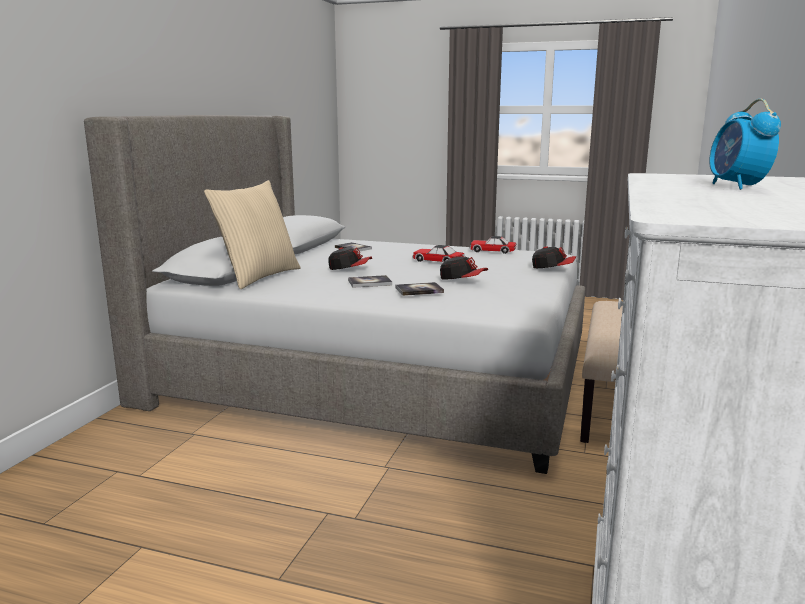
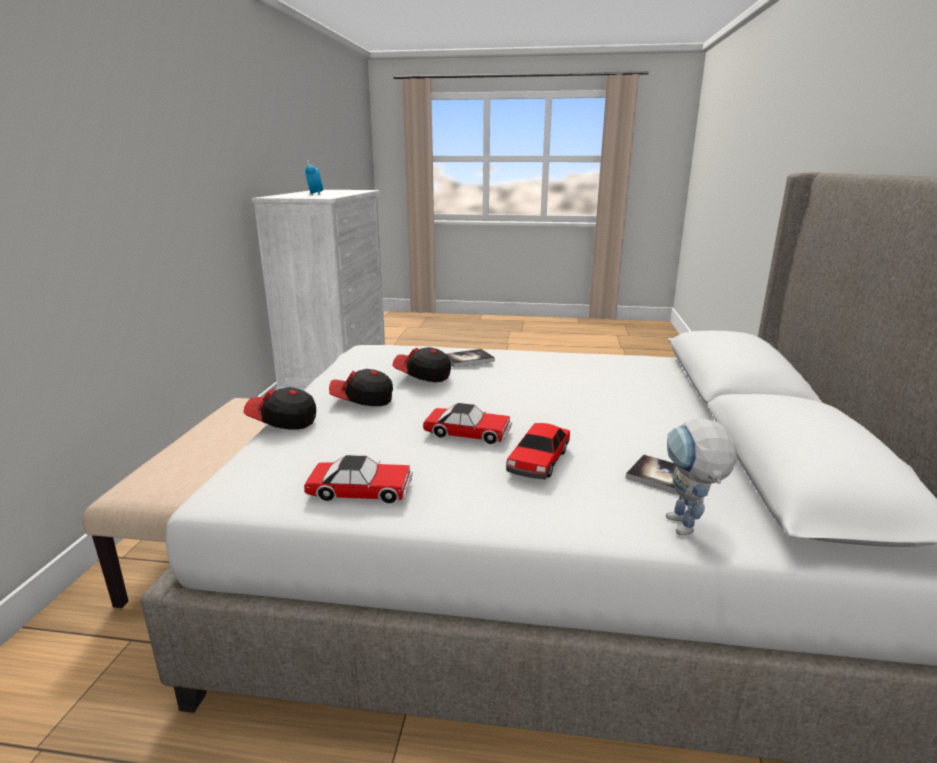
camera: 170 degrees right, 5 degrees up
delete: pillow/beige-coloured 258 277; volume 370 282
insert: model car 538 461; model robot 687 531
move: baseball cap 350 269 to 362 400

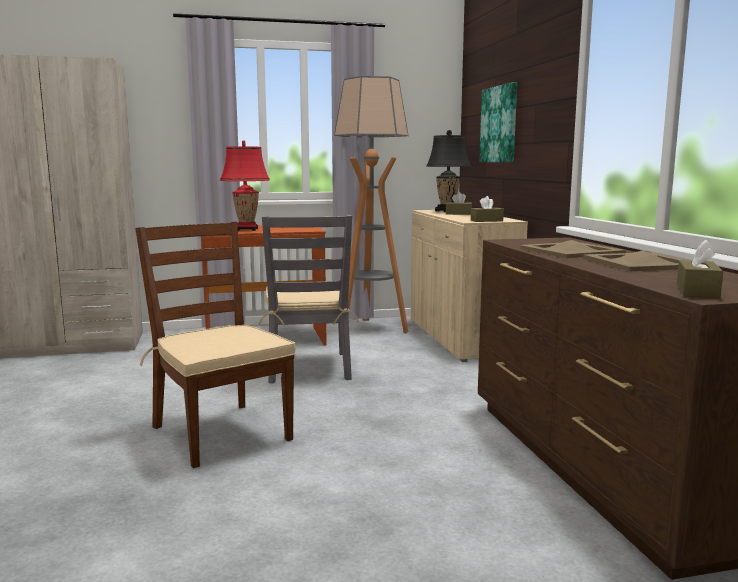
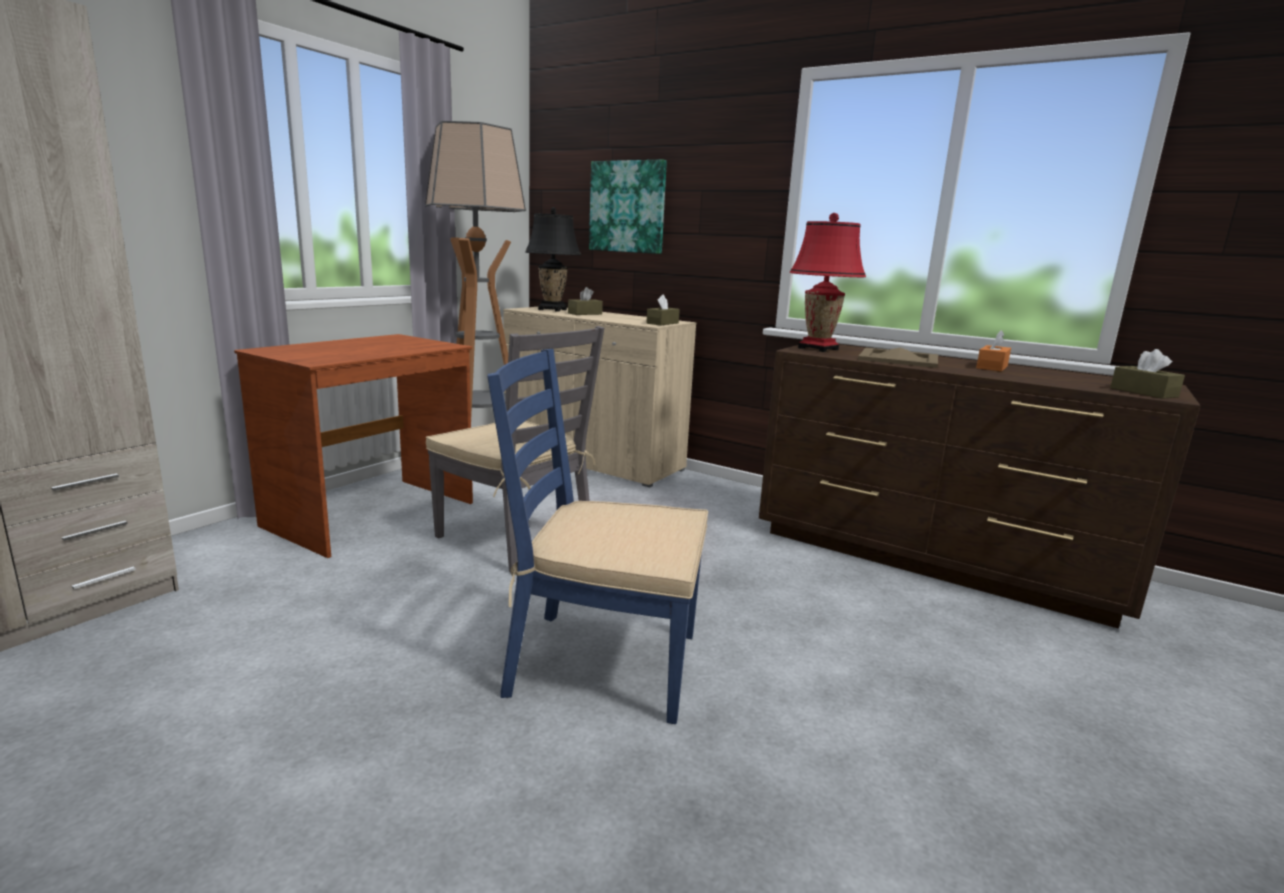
camera: 45 degrees left, 5 degrees up
move: lamp for a table/reddish 246 229 to 817 349
replace: serving tray/beige-coloured 641 263 to tissue box/orange-coloured 992 367
recolor: plain chair/brown 220 432 to plain chair/bluish 601 663

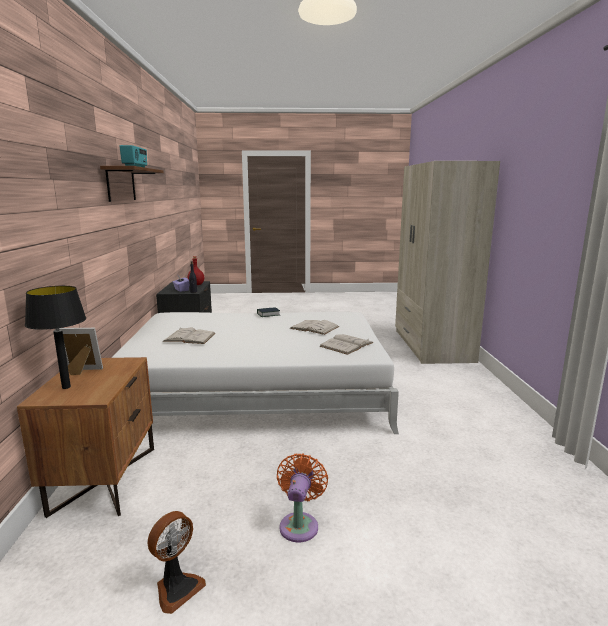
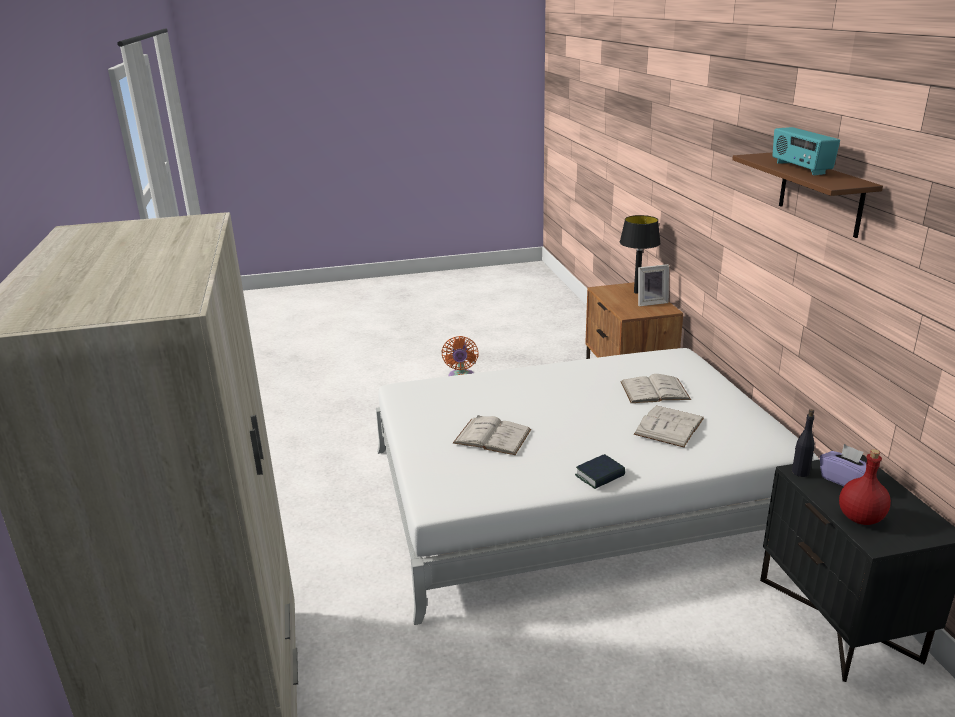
camera: 170 degrees right, 10 degrees up
delete: fan 177 588
move: volume/white-coloured 346 344 to 669 426

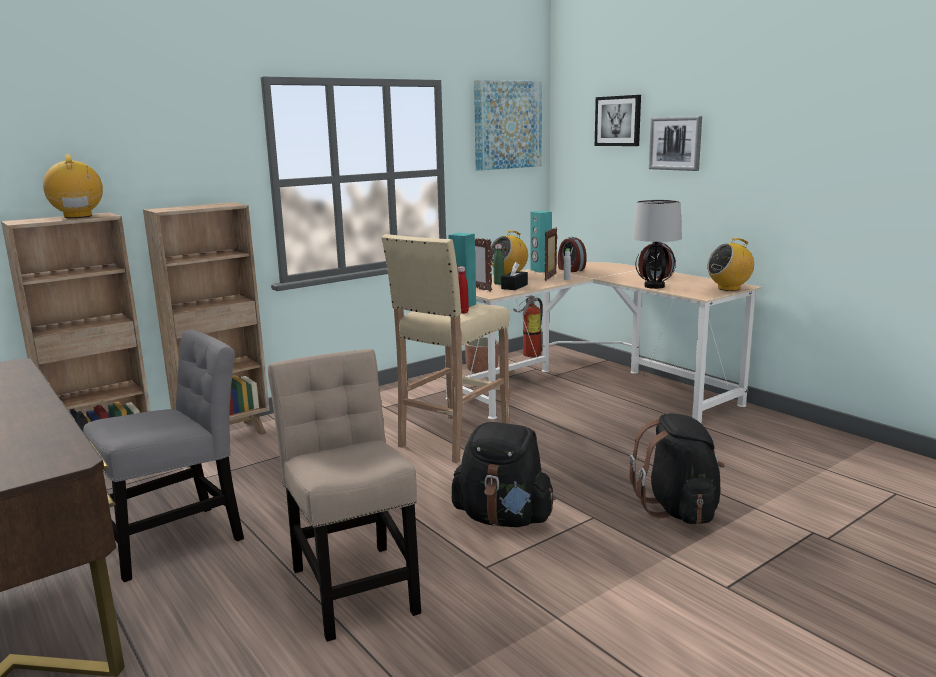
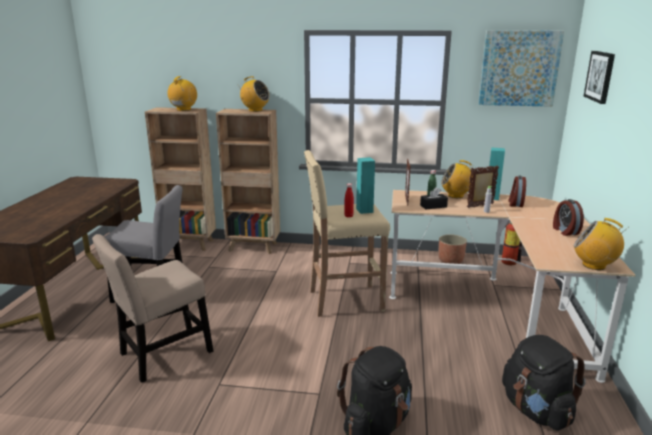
camera: 45 degrees right, 5 degrees up
delete: lamp for a table 655 286; wall art 675 143
insert: radio 255 110
move: rucksack/black-coloured 503 519 to 536 410
rotate: plain chair/beige-coloured 353 585 = 162 355 150 degrees counterclockwise

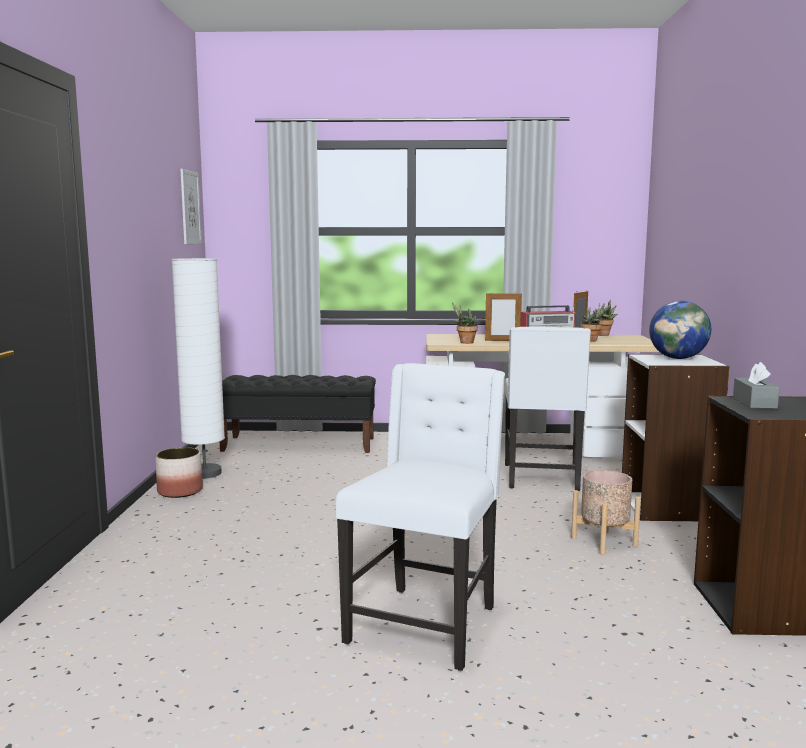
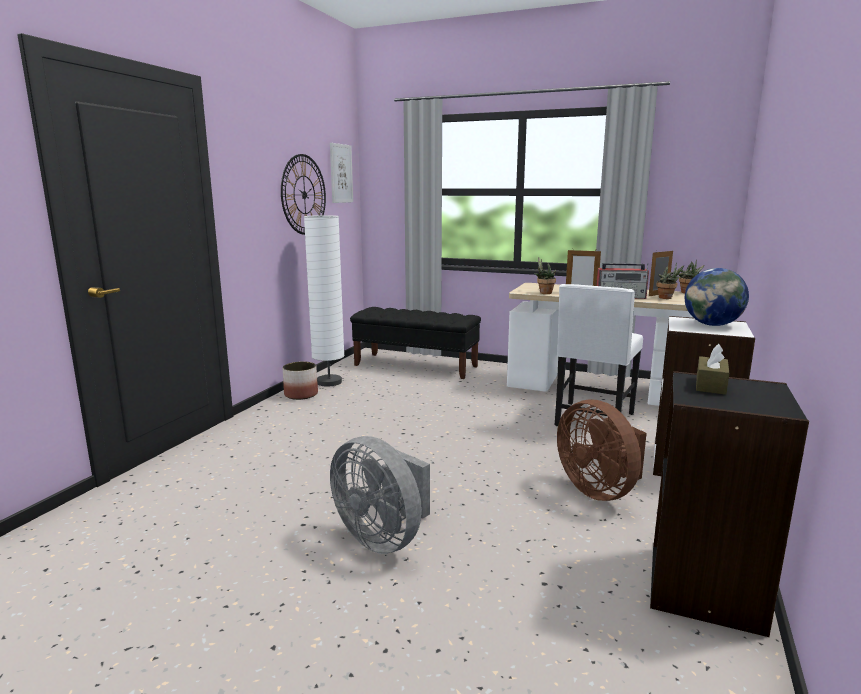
camera: 20 degrees right, 5 degrees up
insert: hanging clock 304 195
replace: plain chair/white-coloured 425 624 to fan/greyish 383 537; planter/beige-coloured 603 541 to fan/brown 599 490
recolor: tissue box/greyish 754 403 to tissue box/brown 710 385

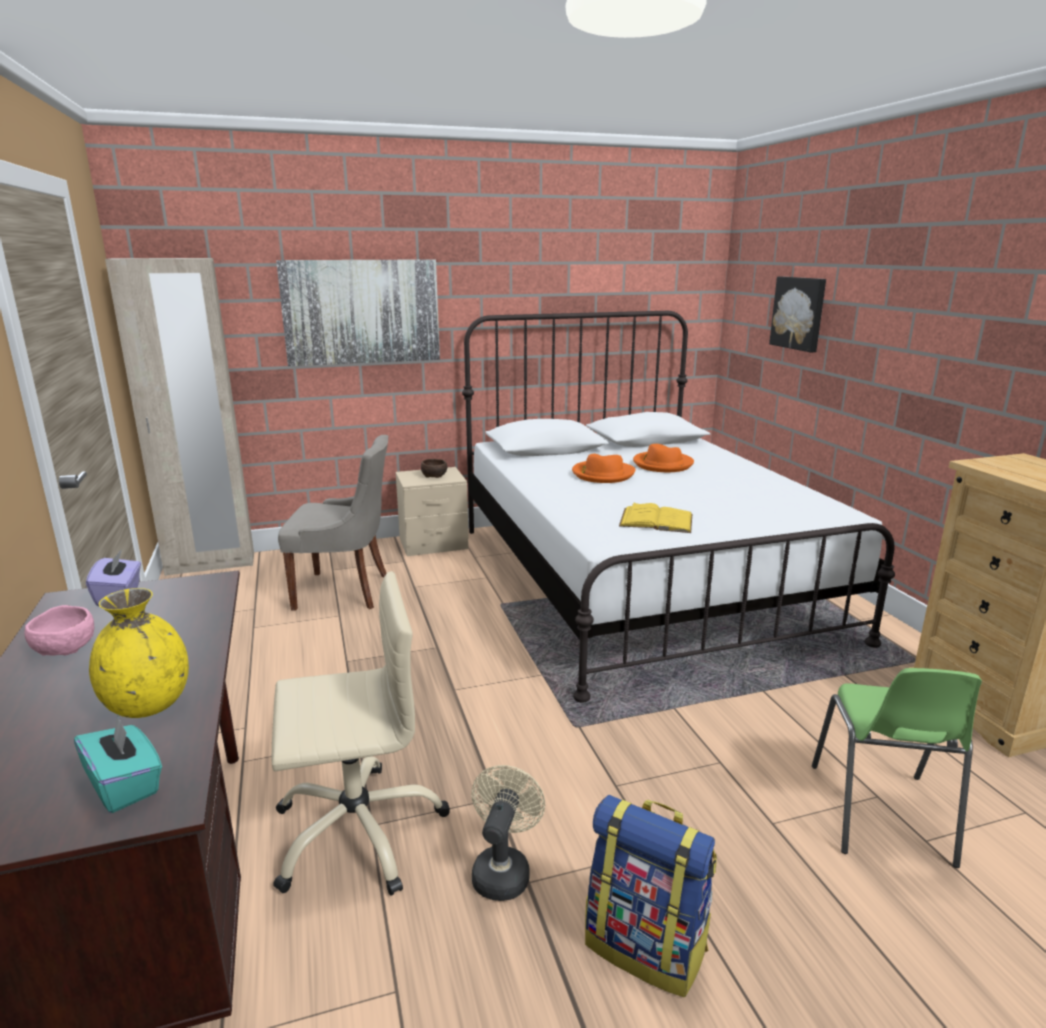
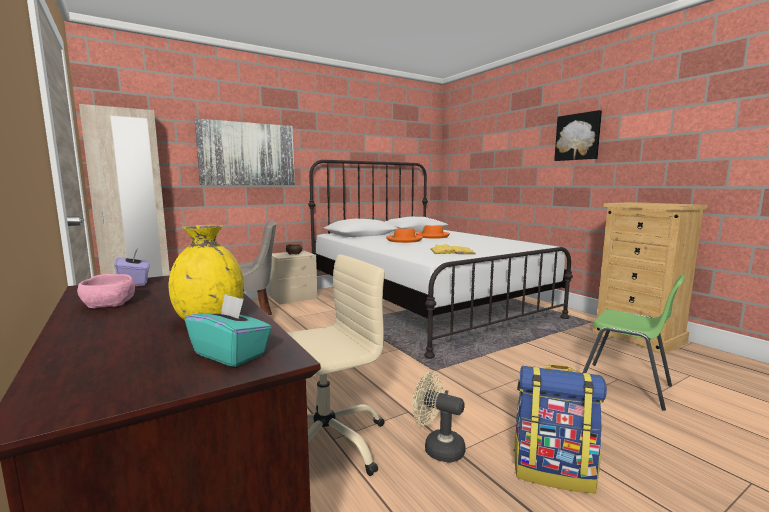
camera: 15 degrees left, 10 degrees down
move: wall art 799 313 to 578 137
rotate: fan/beige-coloured 503 869 = 437 447 60 degrees counterclockwise; plain chair/greenish 880 814 = 625 386 45 degrees counterclockwise

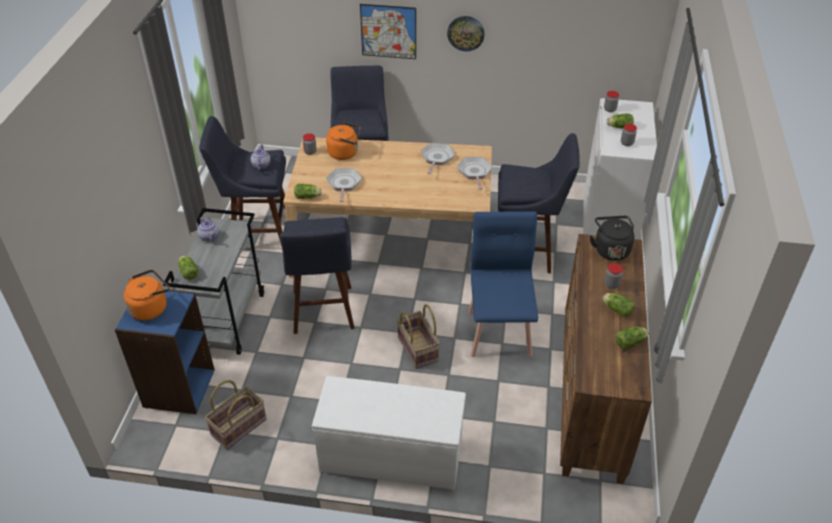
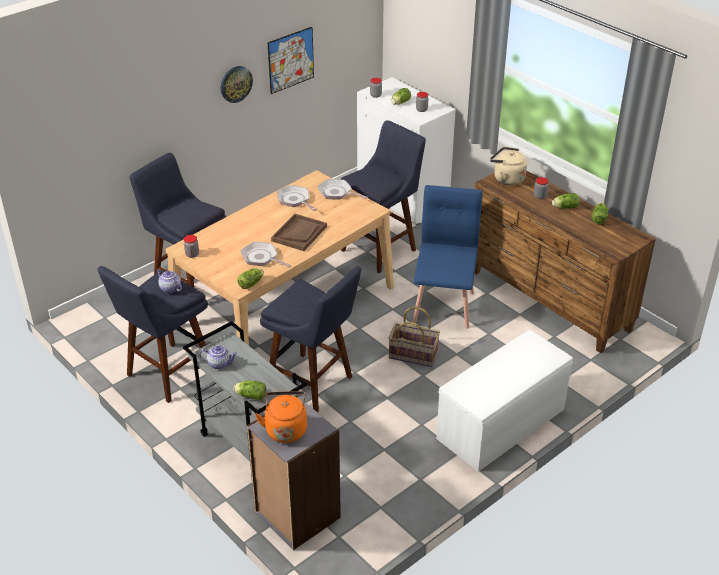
camera: 50 degrees left, 5 degrees down
delete: storage basket 238 426; kettle/orange-coloured 345 153
insert: serving tray/brown 299 233
move: wall art 388 31 to 290 60
recolor: bookshelf/bluish 178 388 to bookshelf/greyish 296 515; kettle/black-coloured 610 249 to kettle/beige-coloured 507 178
rotate: plain chair/bluish 499 332 = 444 306 60 degrees clockwise

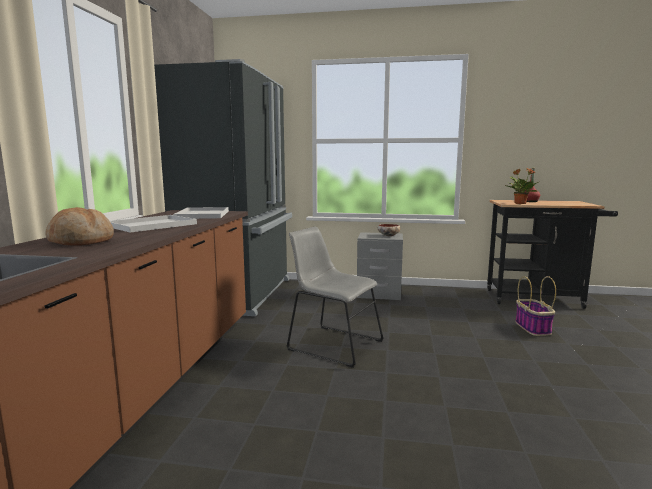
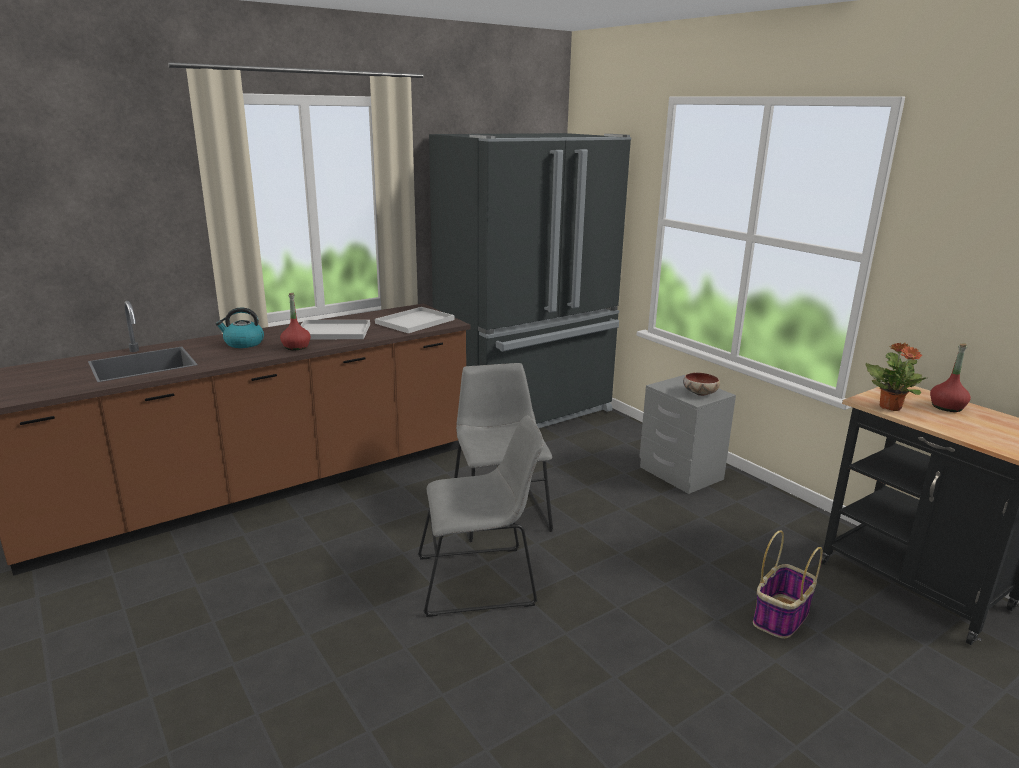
camera: 45 degrees right, 10 degrees up
insert: beverage bottle/reddish 296 347; plain chair/greyish 481 580
replace: baked bread 81 241 to kettle 243 343

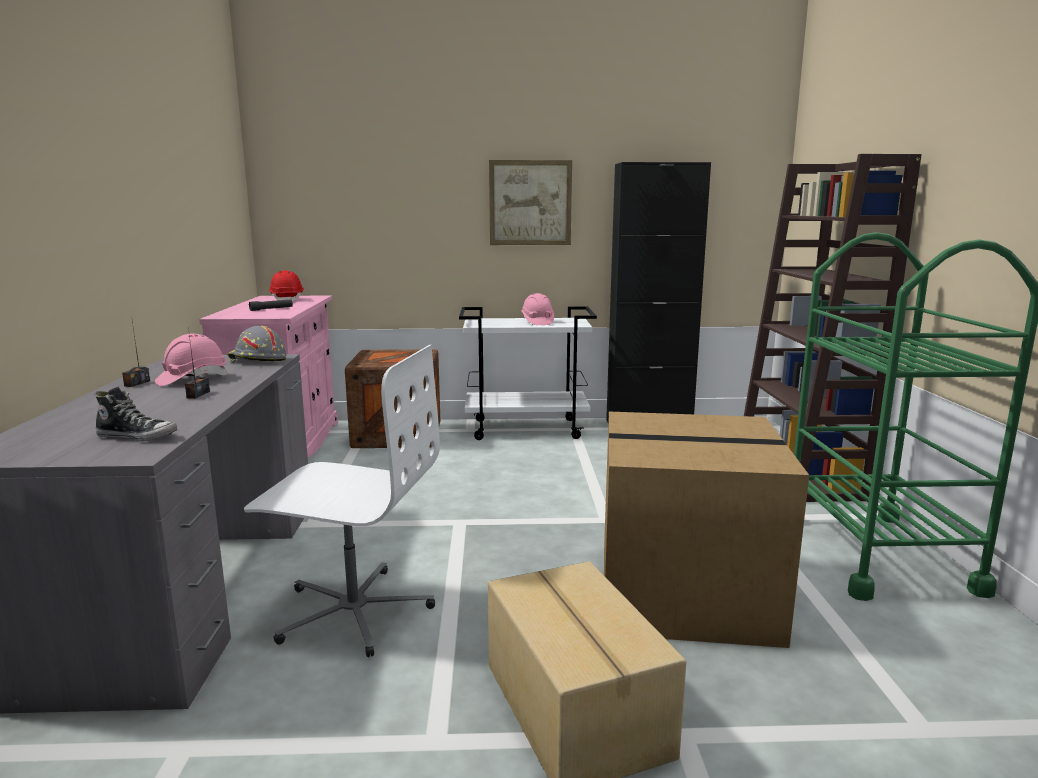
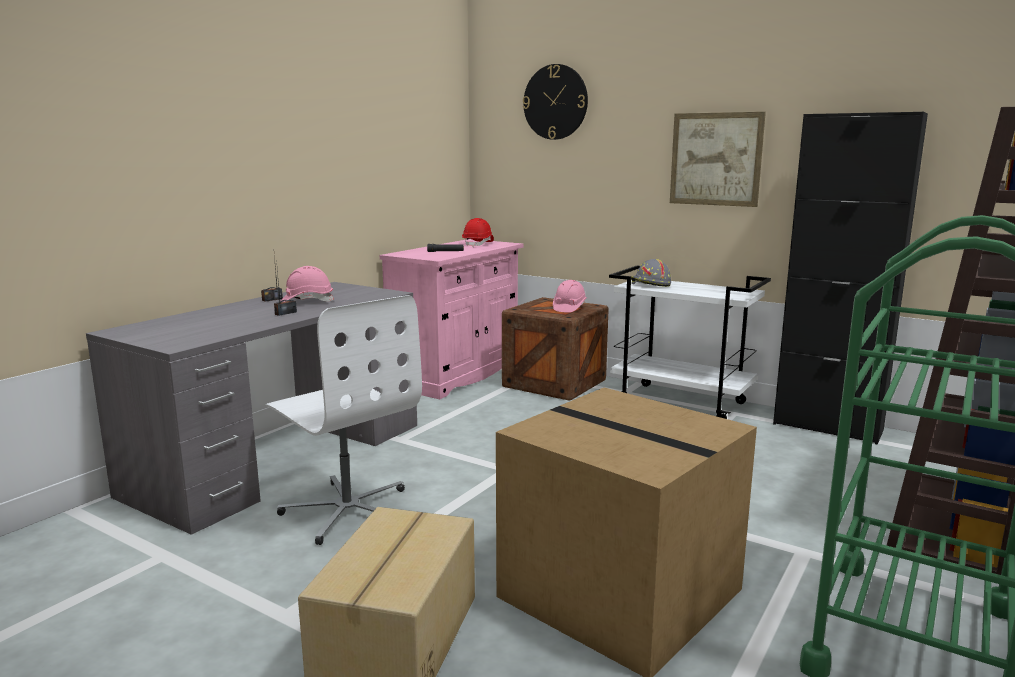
camera: 35 degrees right, 0 degrees up
delete: item of footwear 138 436
insert: hanging clock 555 102
move: work helmet/pink-coloured 537 322 to 569 308; work helmet/greyish 257 360 to 650 284

